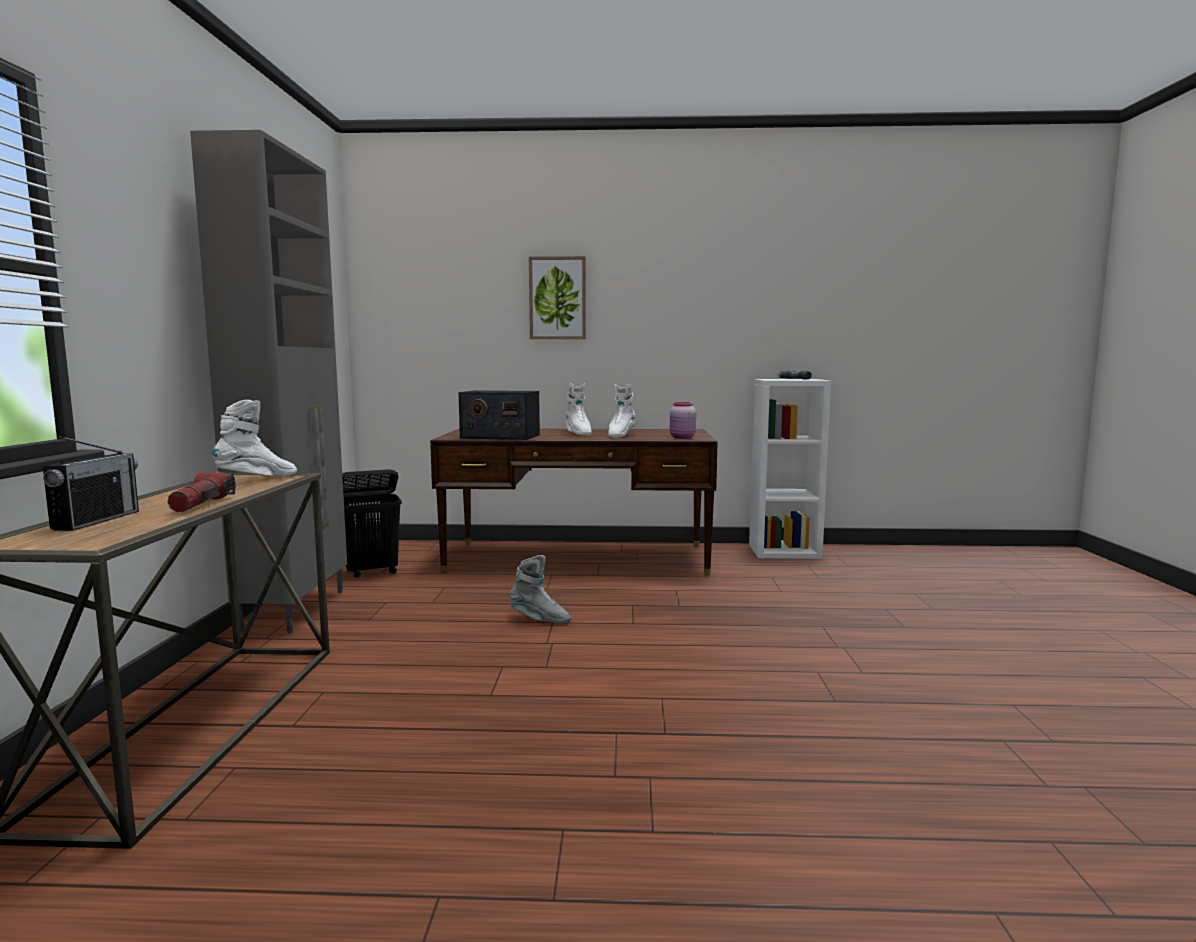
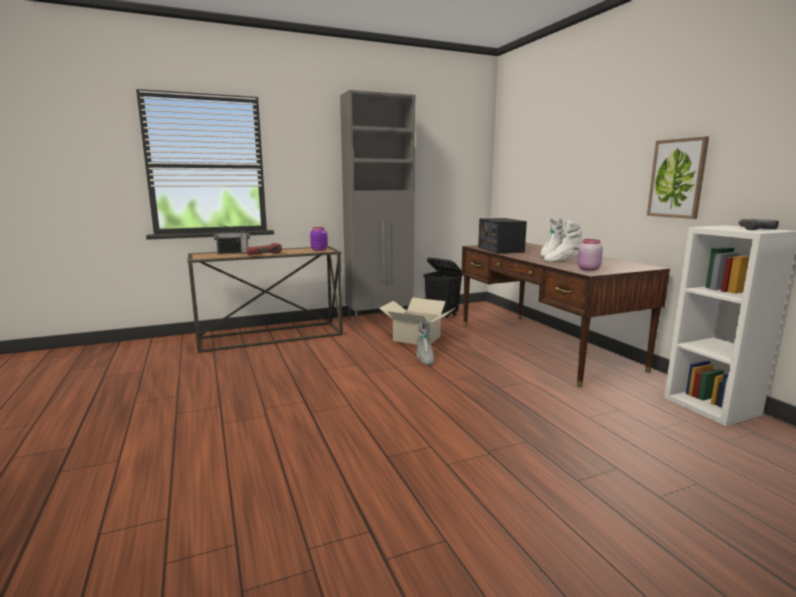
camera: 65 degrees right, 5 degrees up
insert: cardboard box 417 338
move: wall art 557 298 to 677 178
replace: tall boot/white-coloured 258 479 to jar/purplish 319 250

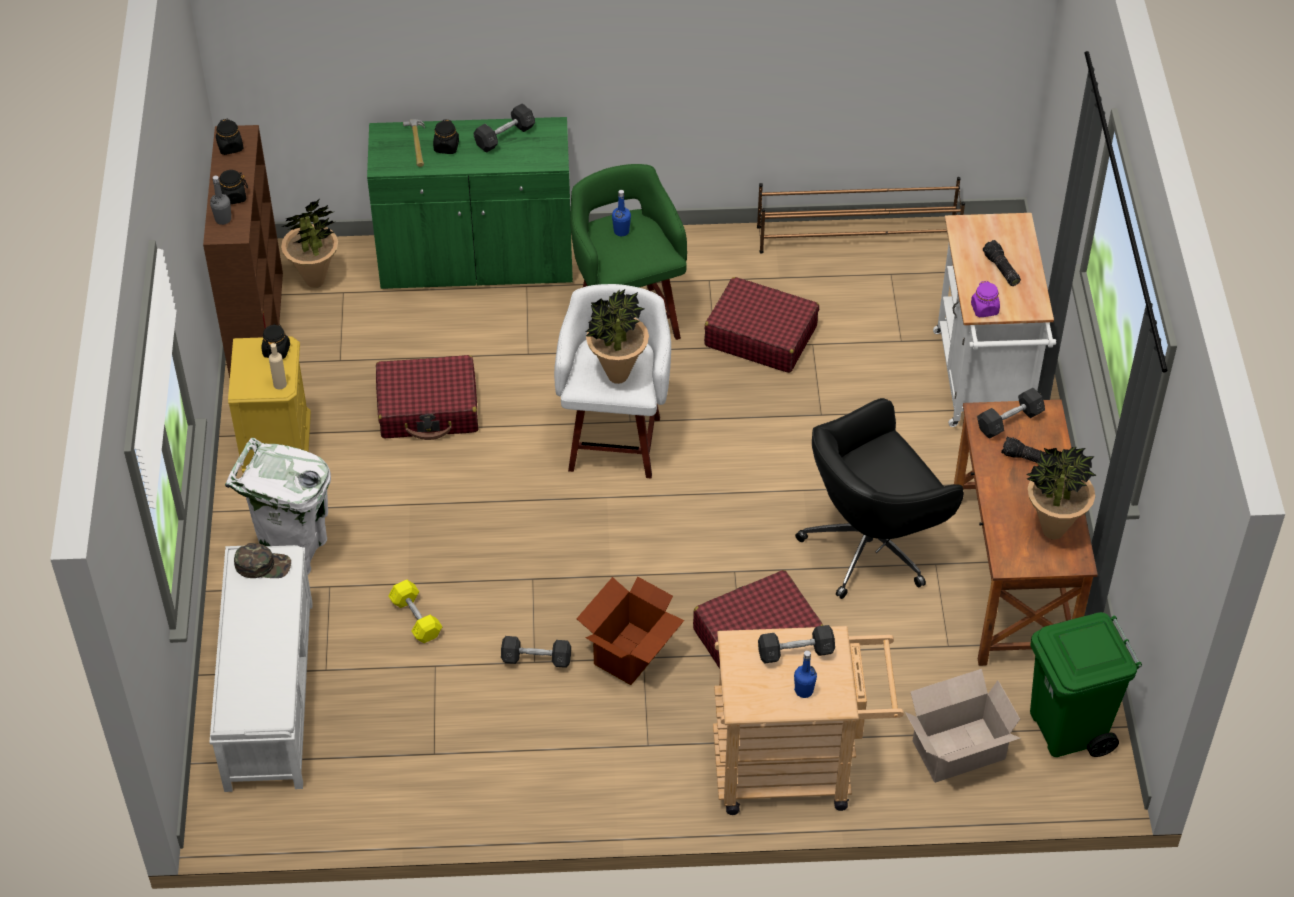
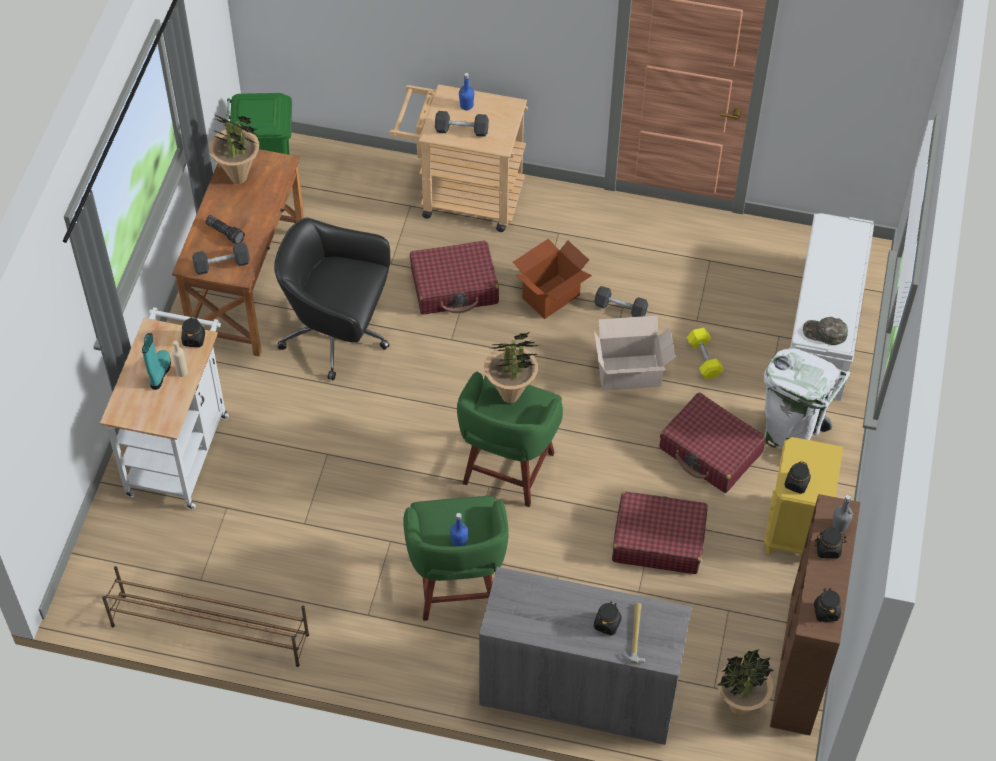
camera: 165 degrees left, 5 degrees up
delete: dumbbell/greyish 504 136
move: beverage bottle/beige-coloured 280 384 to 182 372; cardboard box 956 750 to 631 372; suitcase/reddish 760 336 to 710 451
replace: hand torch 1000 269 to tall boot/turquoise 159 373
recolor: jar/purplish 984 309 to jar/black-coloured 194 339; stool seat/white-coloured 615 440 to stool seat/greenish 507 471; storage cabinet/greenish 477 261 to storage cabinet/greyish 579 692
rotate: office chair/black-coloured 872 545 = 338 335 150 degrees counterclockwise

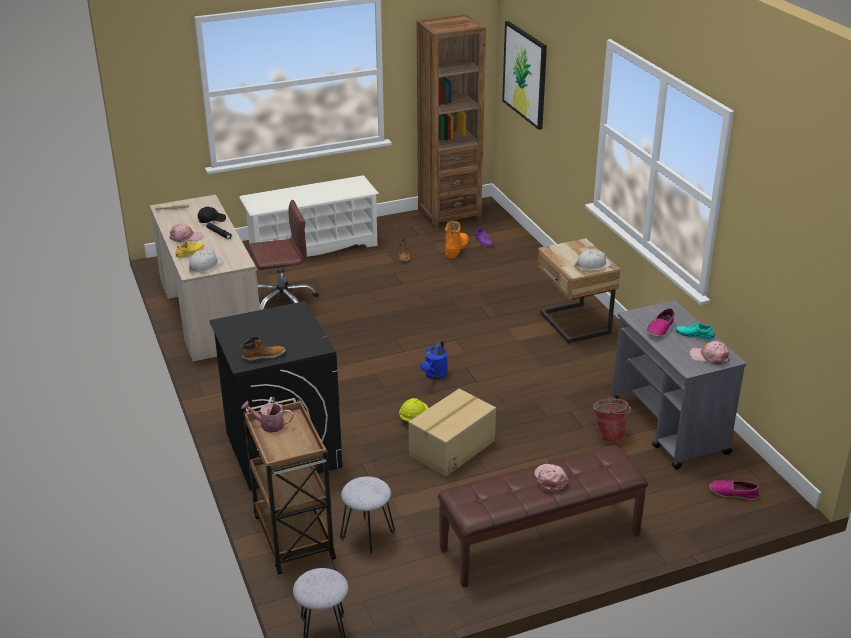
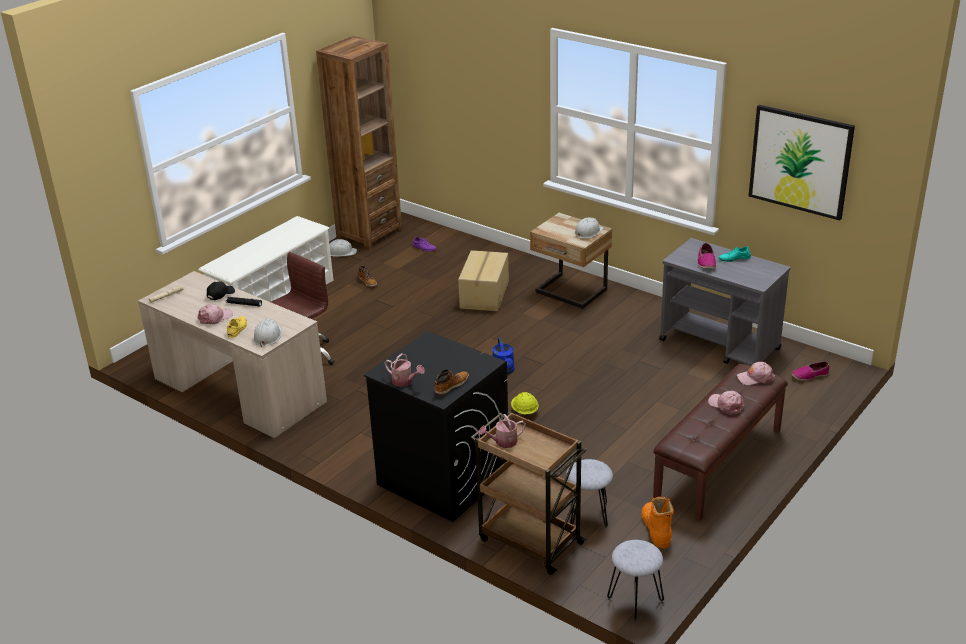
camera: 30 degrees left, 0 degrees up
delete: water bucket 609 435
insert: work helmet/white-coloured 341 252; sprinkling can 404 381
move: cardboard box 451 448 to 483 295; tall boot/orange-coloured 456 249 to 656 529; baseball cap/pink-coloured 709 357 to 755 378; wall art 525 74 to 800 161

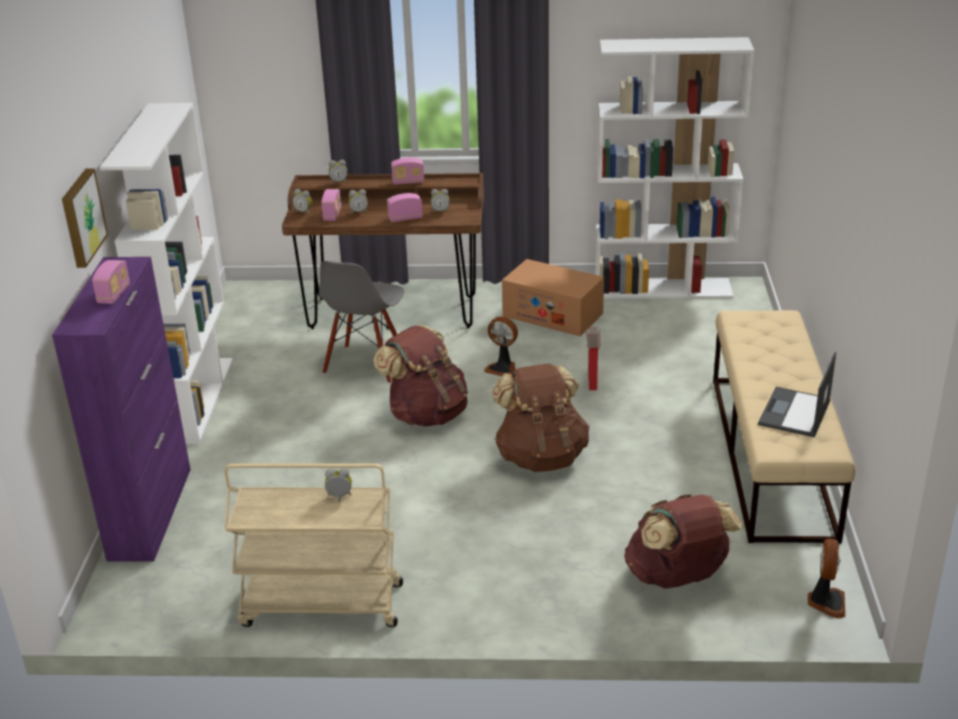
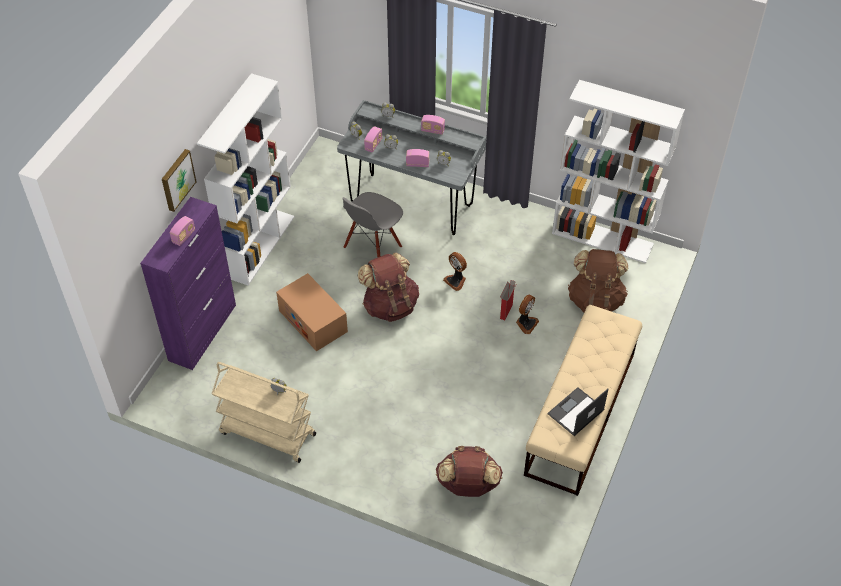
camera: 20 degrees right, 20 degrees up
move: cardboard box 552 314 to 313 321; fan 825 602 to 526 323; rucksack/brown 541 456 to 595 300
recolor: desk unit/brown 393 312 to desk unit/greyish 412 203

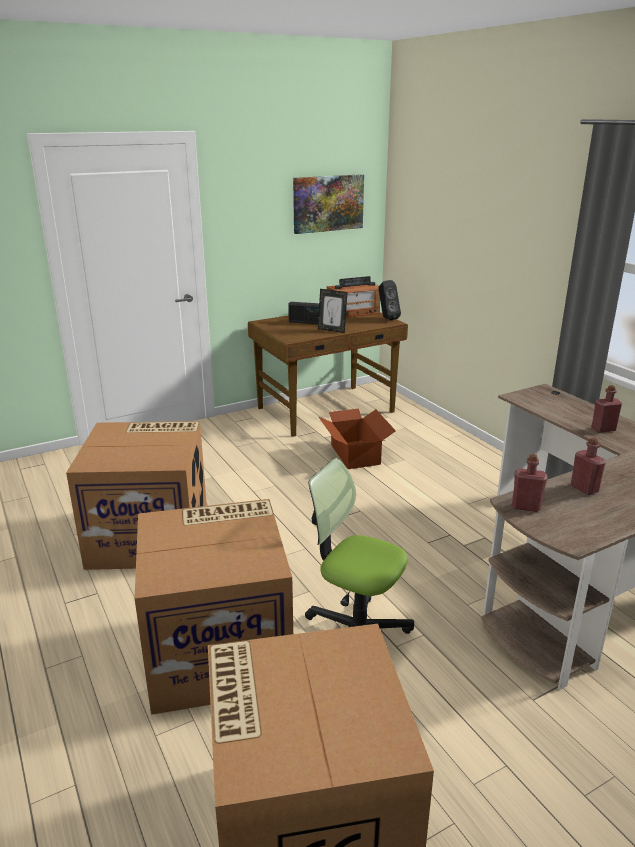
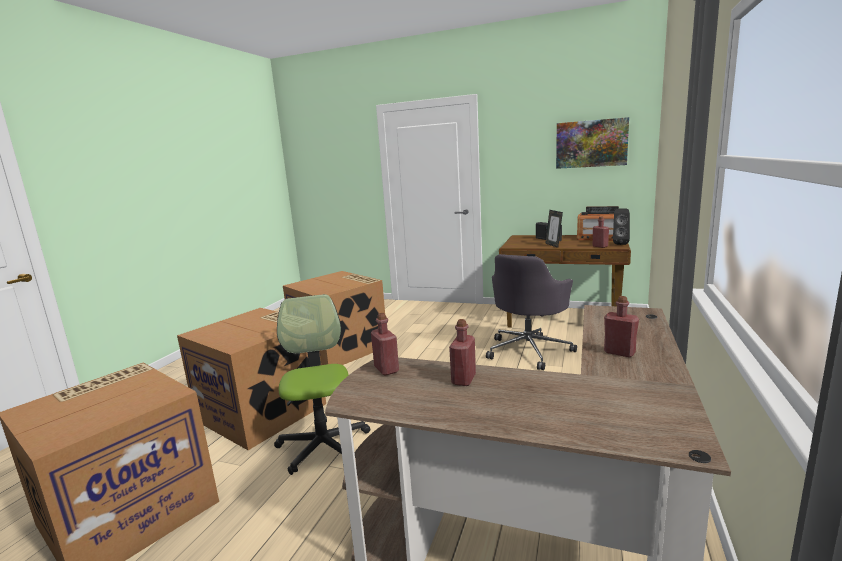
camera: 50 degrees right, 10 degrees down
insert: beverage bottle/reddish 600 246
replace: cardboard box 354 455 to office chair/greyish 529 350

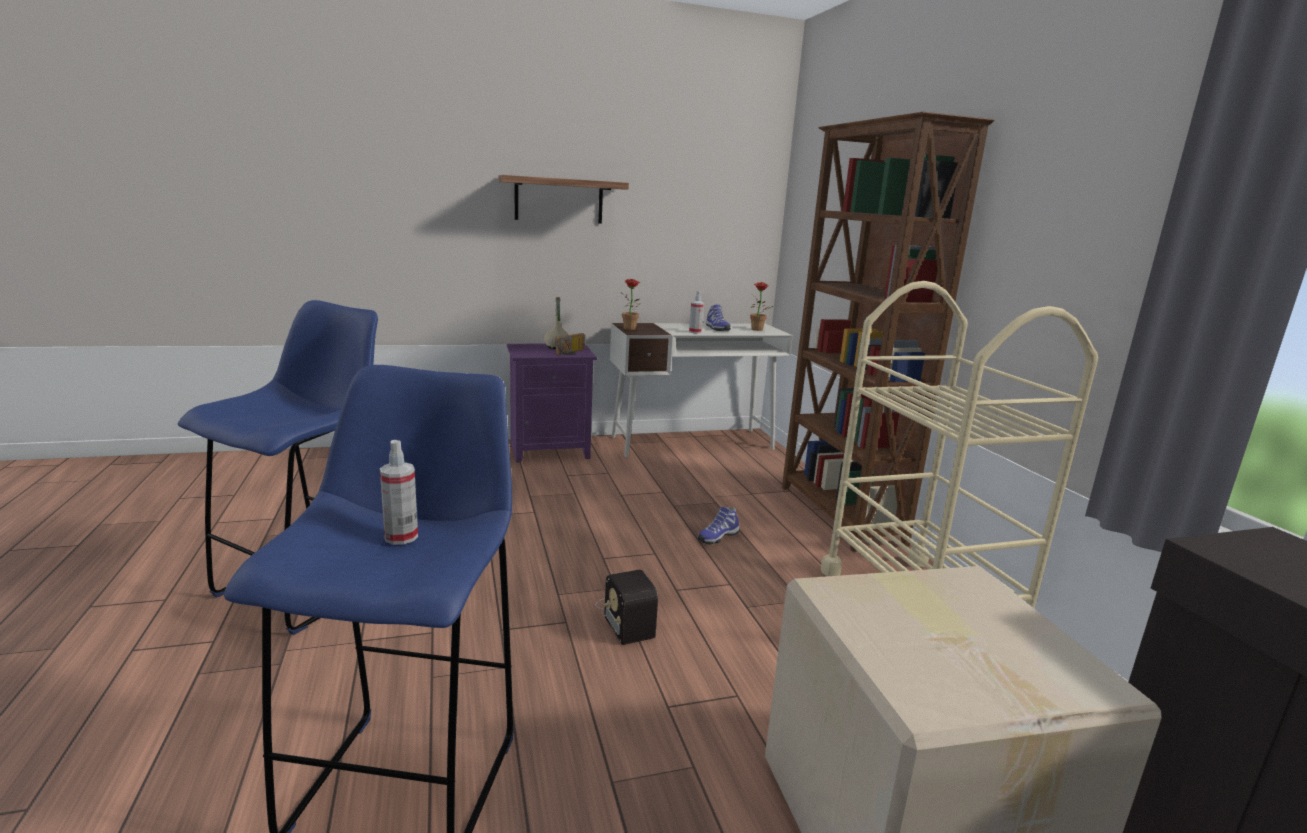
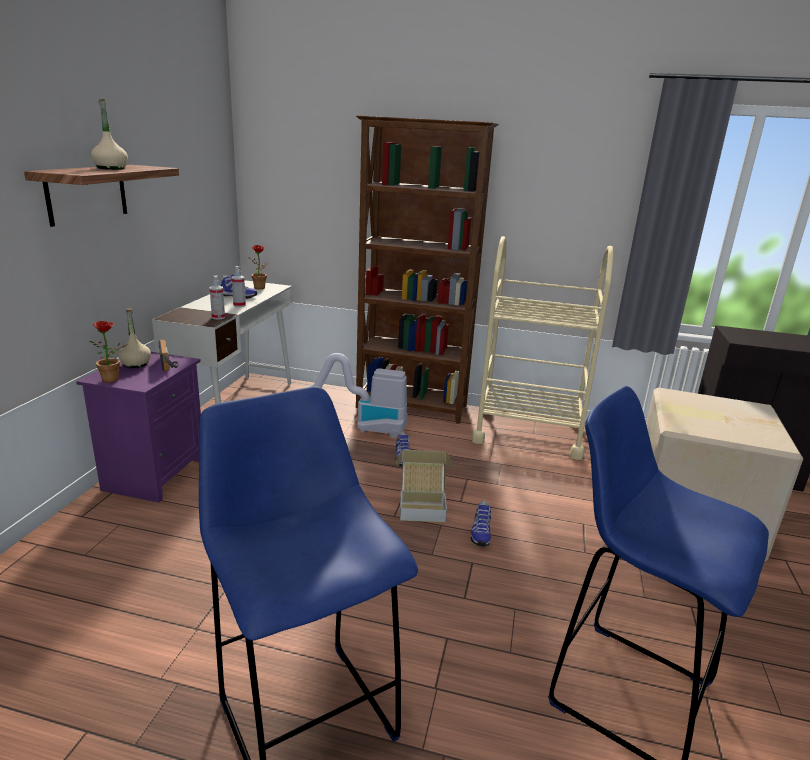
camera: 60 degrees left, 5 degrees up
insert: beverage bottle/beige-coloured 111 168; vacuum cleaner 364 426; cardboard box 422 505
move: potted plant 631 329 to 114 379; hand sprayer 401 537 to 218 317
replace: radio 626 615 to item of footwear 480 533

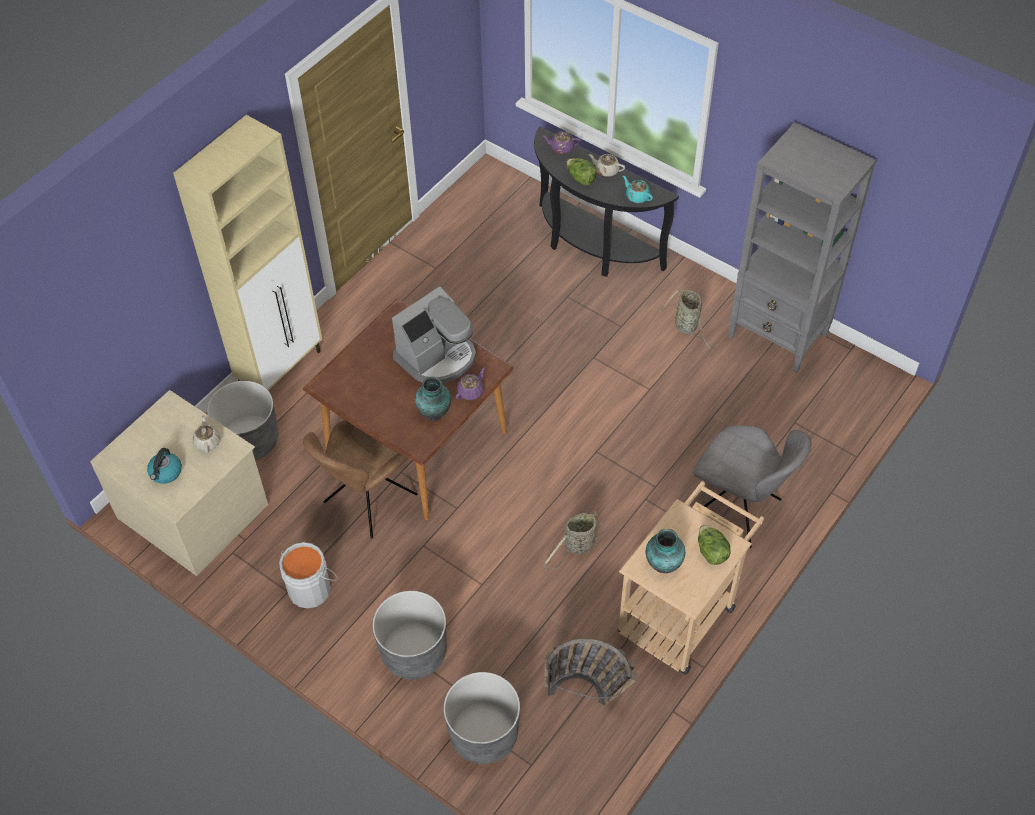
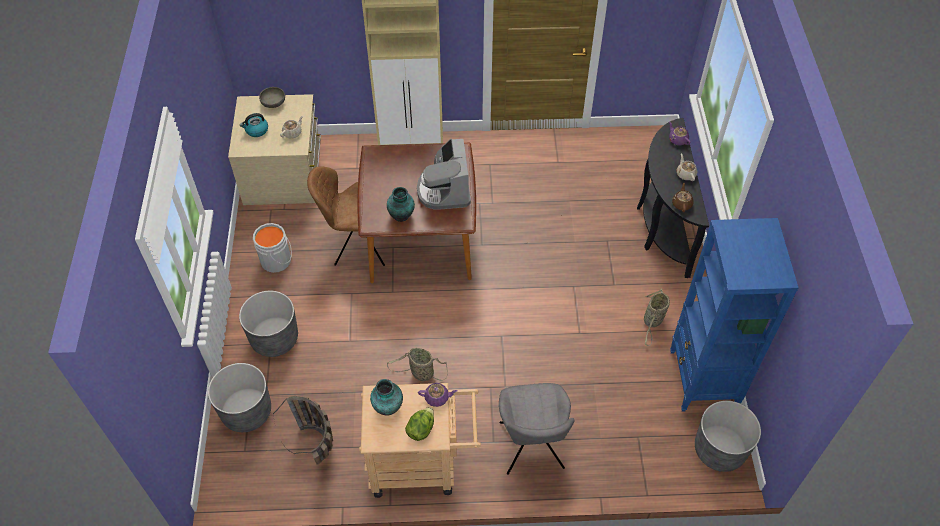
camera: 50 degrees right, 0 degrees up
delete: lettuce head 580 179
insert: bowl/greyish 273 103
move: tea pot/purplish 471 391 to 437 398; planter/greyish 250 440 to 719 449
recolor: bookshelf/greyish 778 336 to bookshelf/bluish 702 380; tea pot/turquoise 637 196 to tea pot/brown 682 204
rotate: coffee maker 437 357 = 444 190 75 degrees clockwise

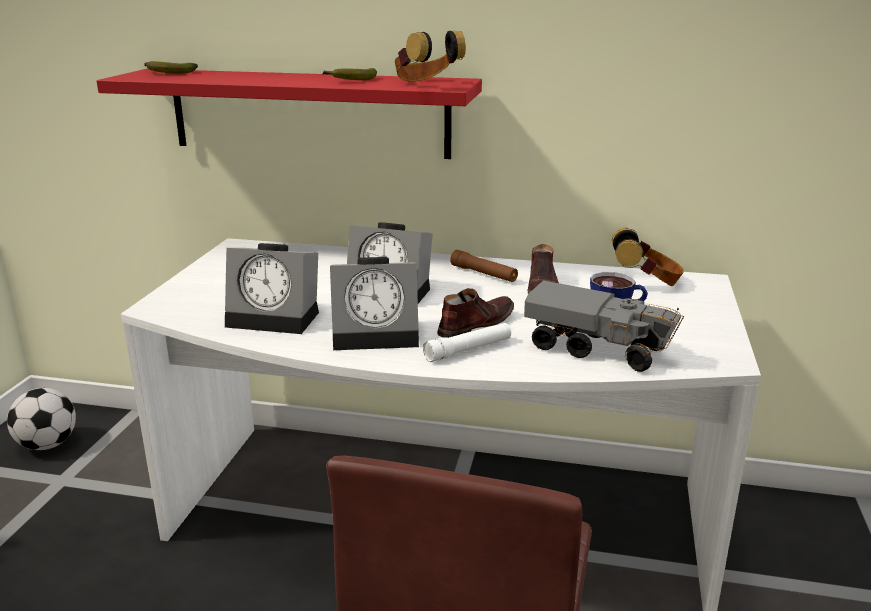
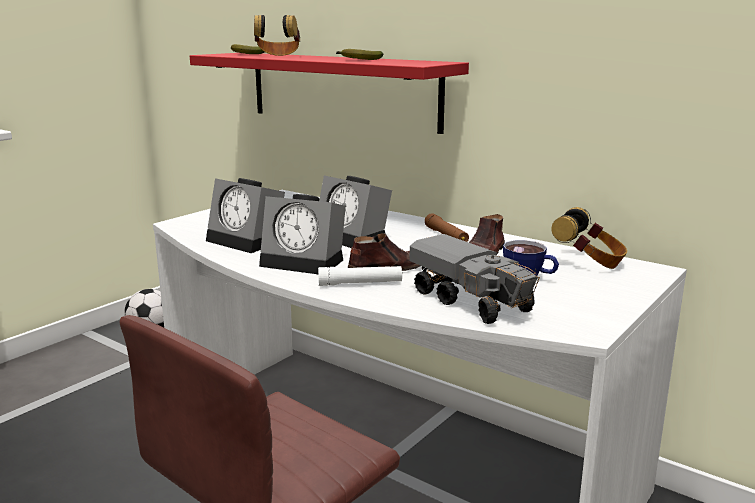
camera: 25 degrees right, 5 degrees down
move: headphones 426 85 to 278 56

